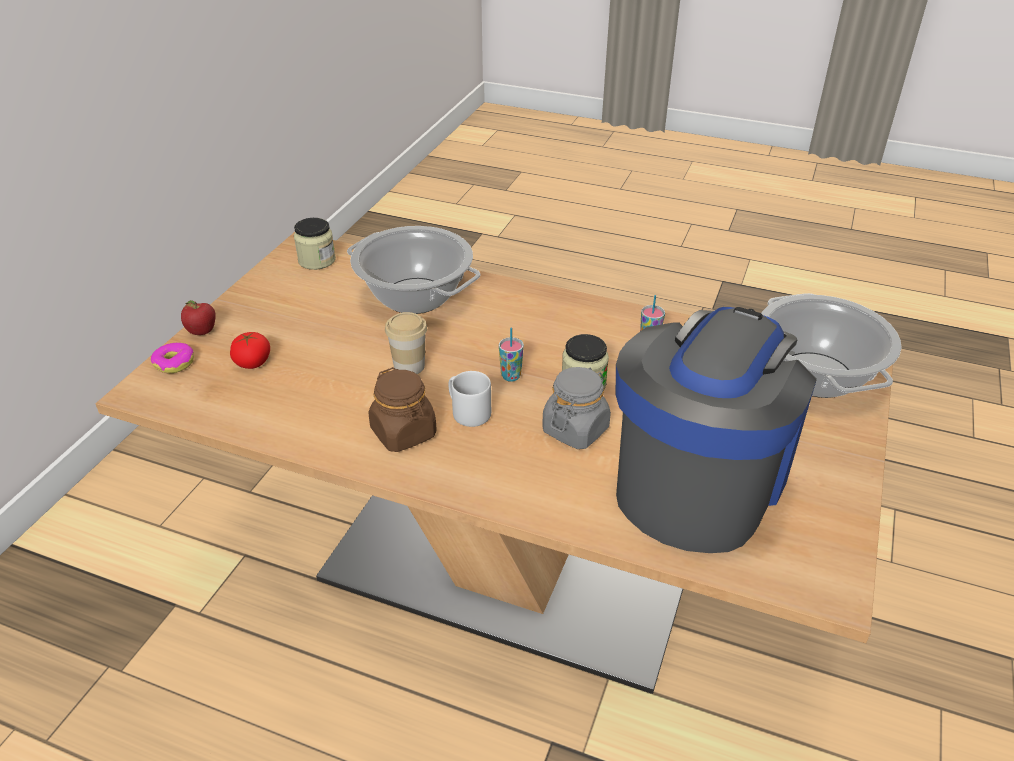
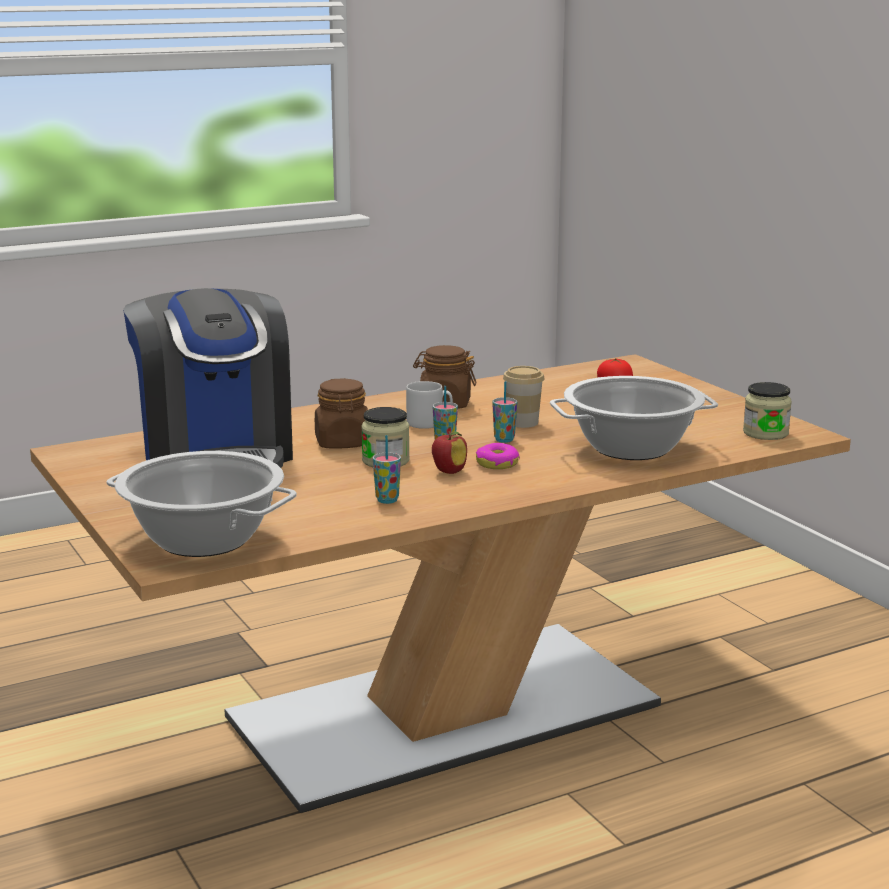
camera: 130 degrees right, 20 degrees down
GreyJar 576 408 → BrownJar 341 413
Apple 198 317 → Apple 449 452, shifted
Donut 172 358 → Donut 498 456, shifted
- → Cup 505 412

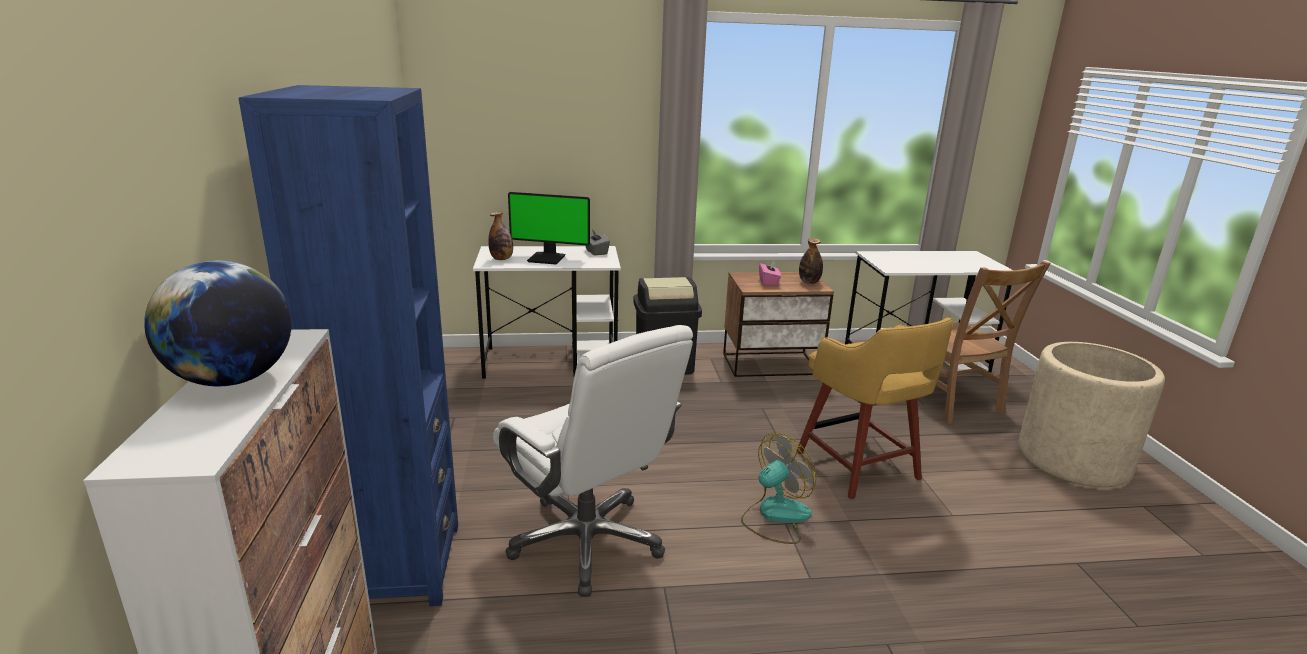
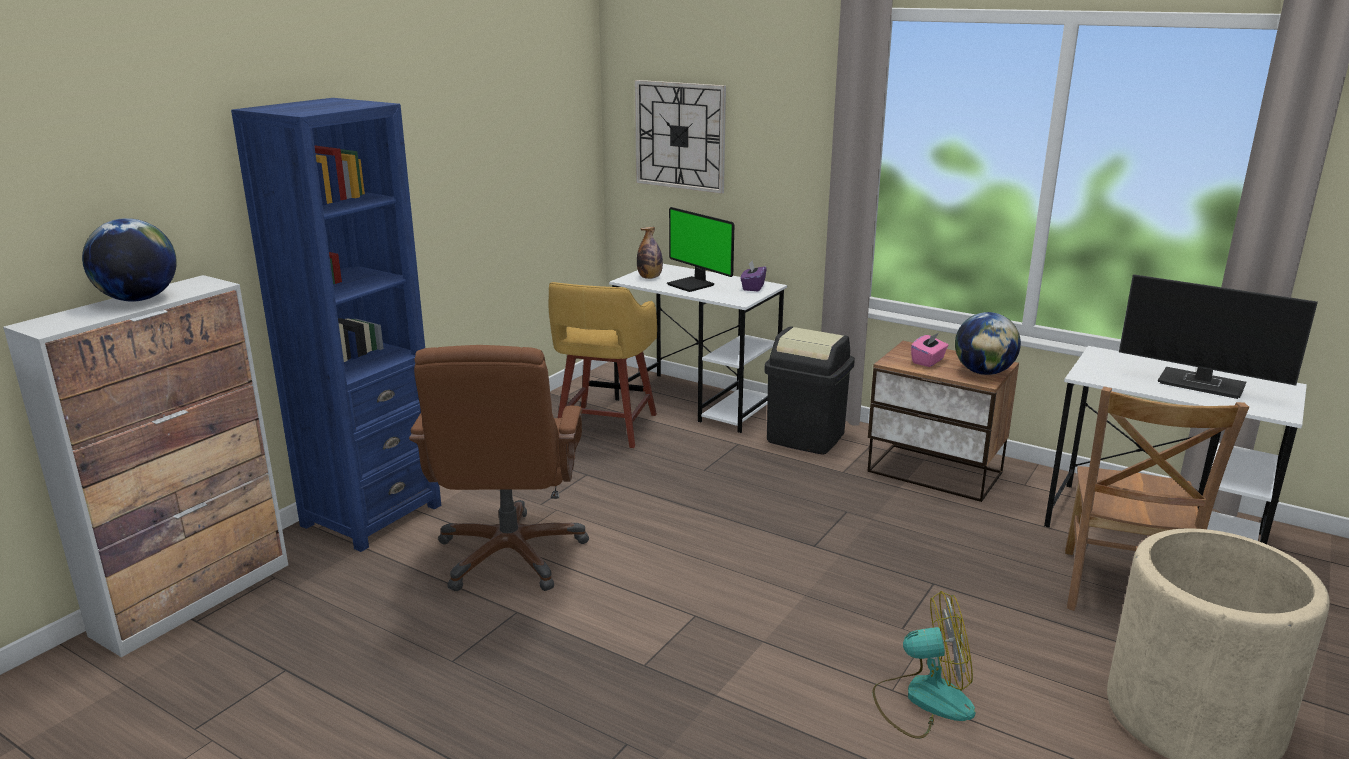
camera: 40 degrees right, 0 degrees up
WhiteOfficeChair 593 461 → BrownOfficeChair 499 468
YellowStool 874 408 → YellowStool 603 365, shifted
- → WallClock 680 137
GreyTissueBox 597 242 → PurpleTissueBox 754 276
Fan 778 488 → Fan 924 665, shifted
Bottle 811 261 → Globe 988 343
- → Monitor 1218 336

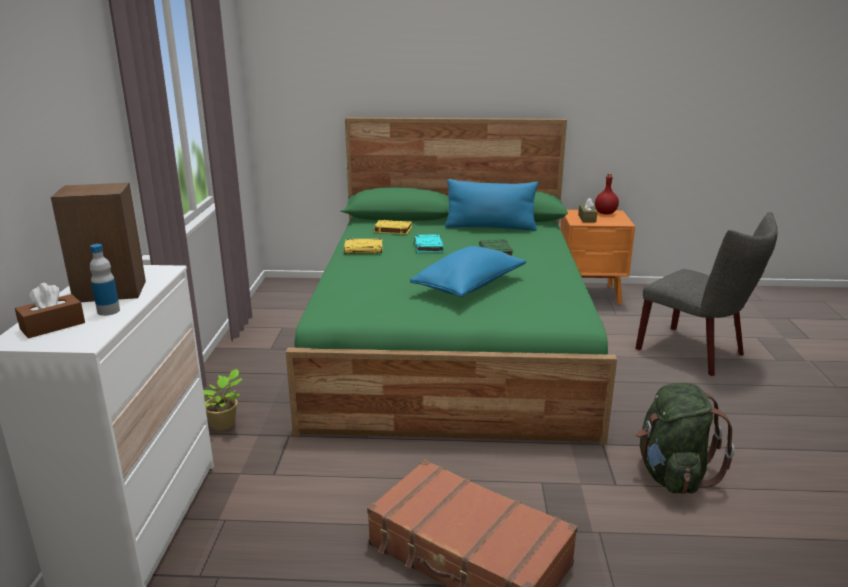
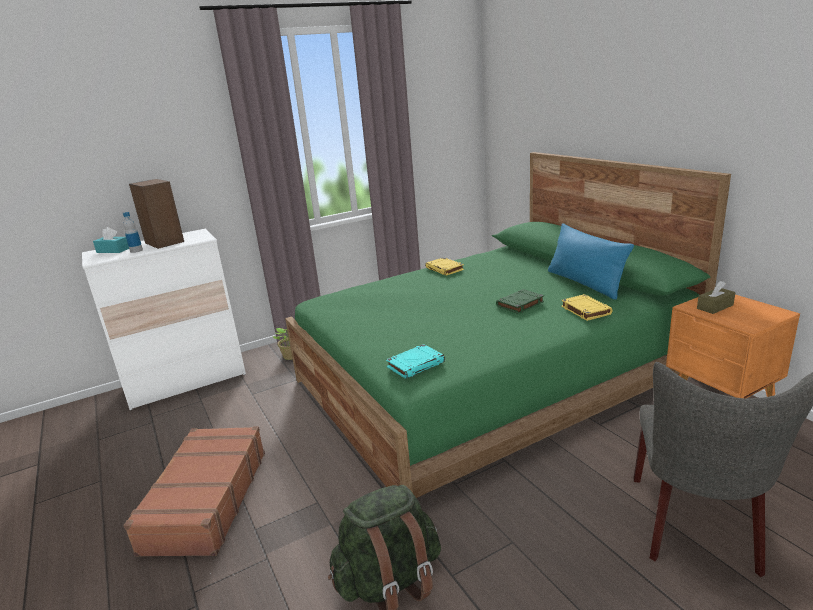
camera: 60 degrees right, 0 degrees up
BrownTissueBox 50 310 → TurquoiseTissueBox 111 240
TurquoiseBook 429 243 → TurquoiseBook 415 361, shifted
YellowBook 392 227 → YellowBook 587 307, shifted
BluePillow 468 271 → -
RedBottle 607 193 → -

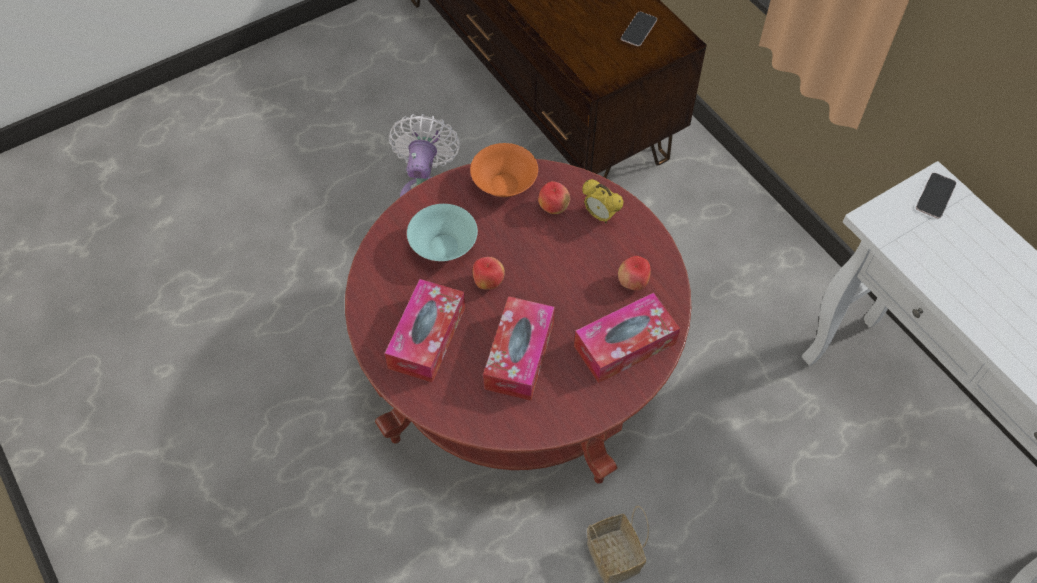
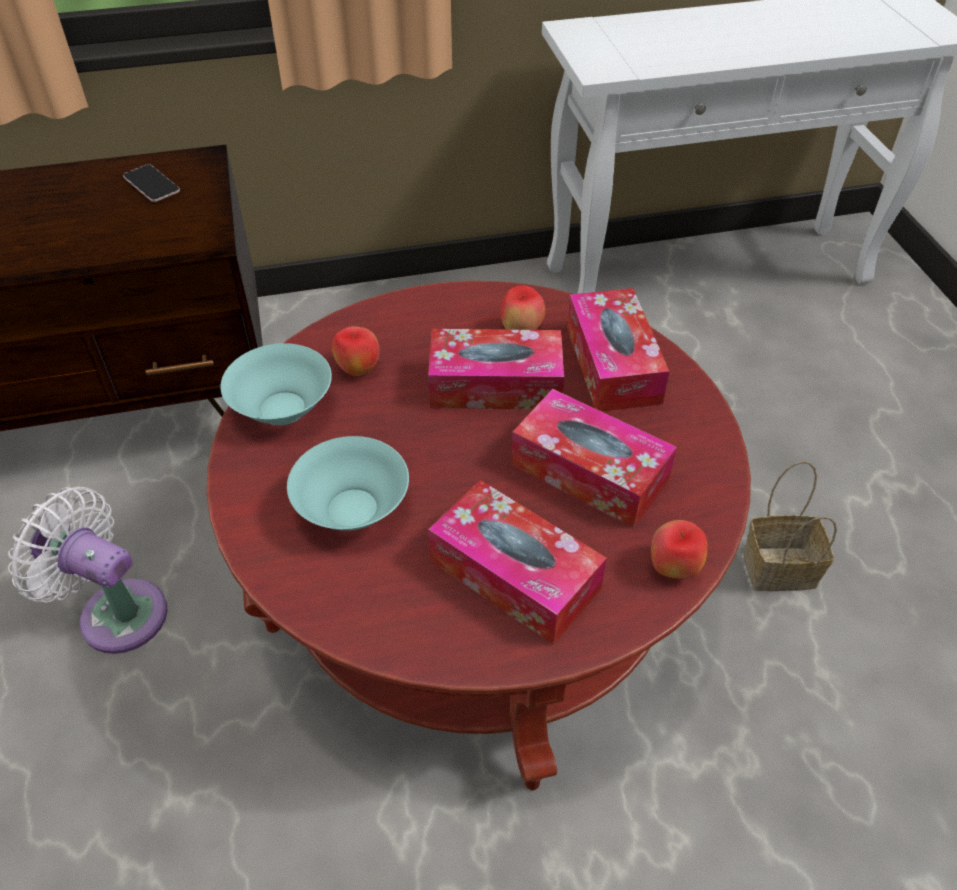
camera: 70 degrees left, 10 degrees down
OrangeBowl 504 170 → TurquoiseBowl 276 384
- → TissueBox 496 369
Apple 489 273 → Apple 679 549, shifted
AlarmClock 603 201 → -
Phone 936 196 → -

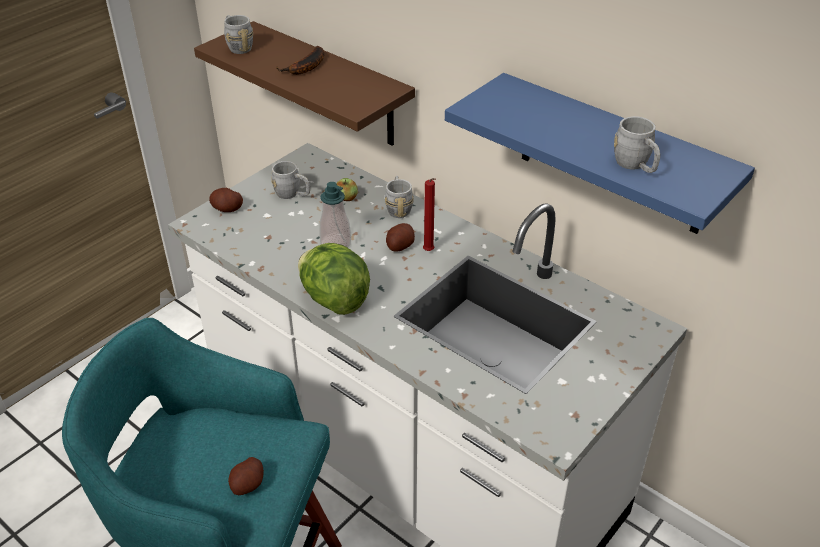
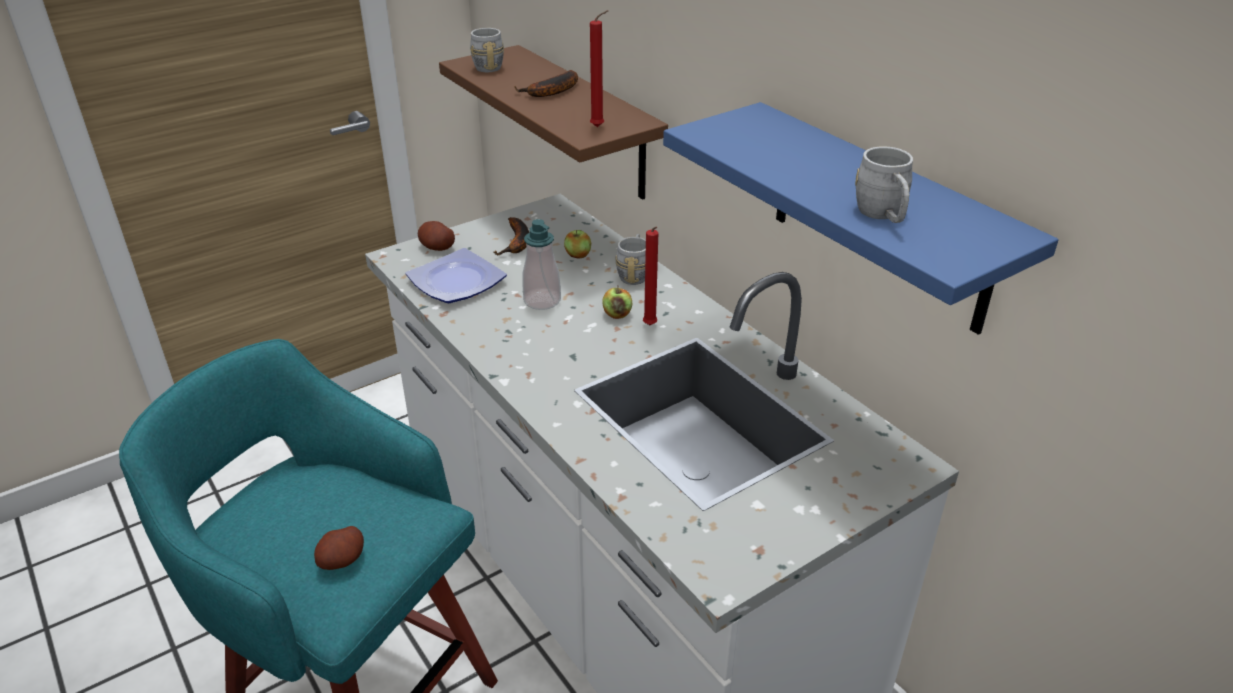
camera: 15 degrees right, 5 degrees down
- → Plate 456 275
GreyMug 290 180 → Banana 511 236
- → RedCandle 599 68
Potato 400 237 → Apple 617 302
Lettuce 334 279 → -

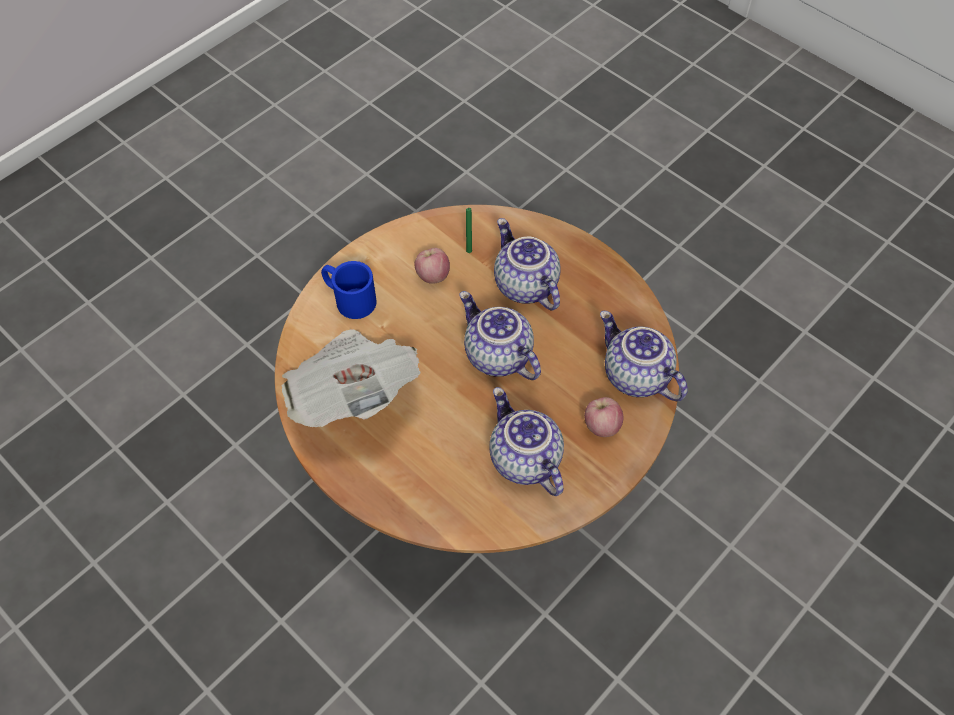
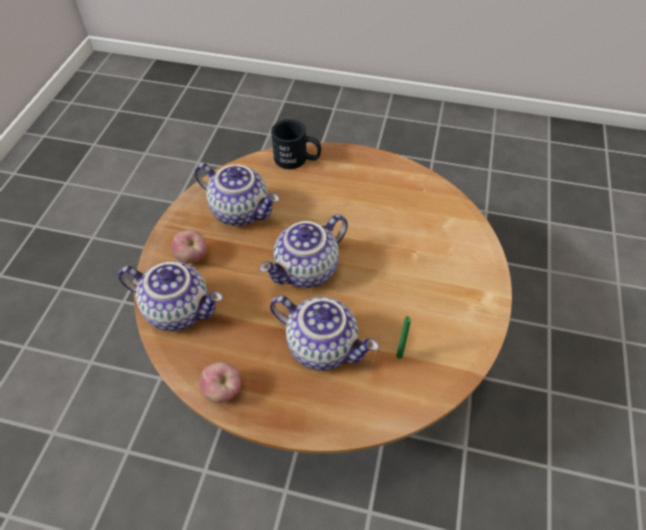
camera: 150 degrees right, 5 degrees down
Apple 432 266 → Apple 220 382, shifted
Teapot 500 335 → Teapot 303 251, 120 degrees clockwise
- → BlackMug 296 144
Newspaper 351 378 → -
BlueMug 349 290 → -

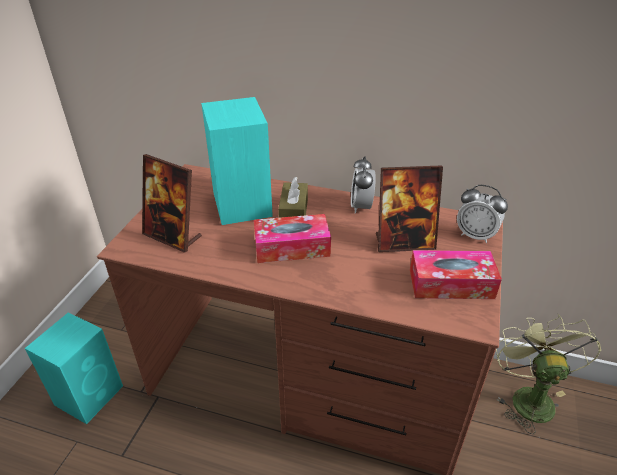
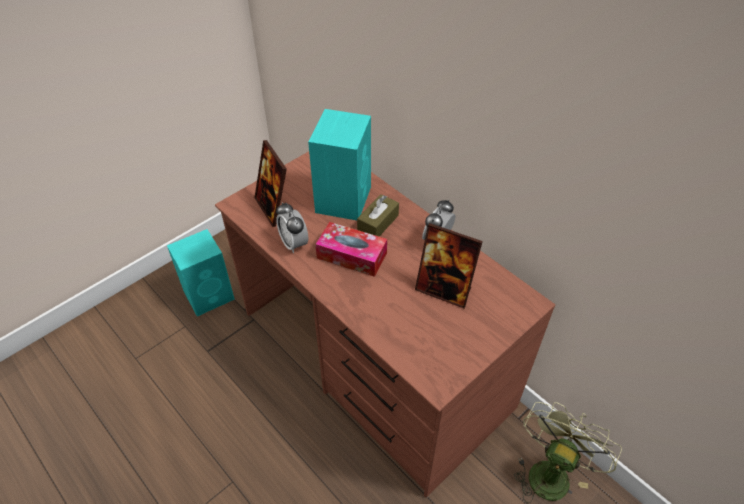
camera: 30 degrees right, 10 degrees up
AlarmClock 482 214 → AlarmClock 292 227, shifted
TissueBox 456 274 → -

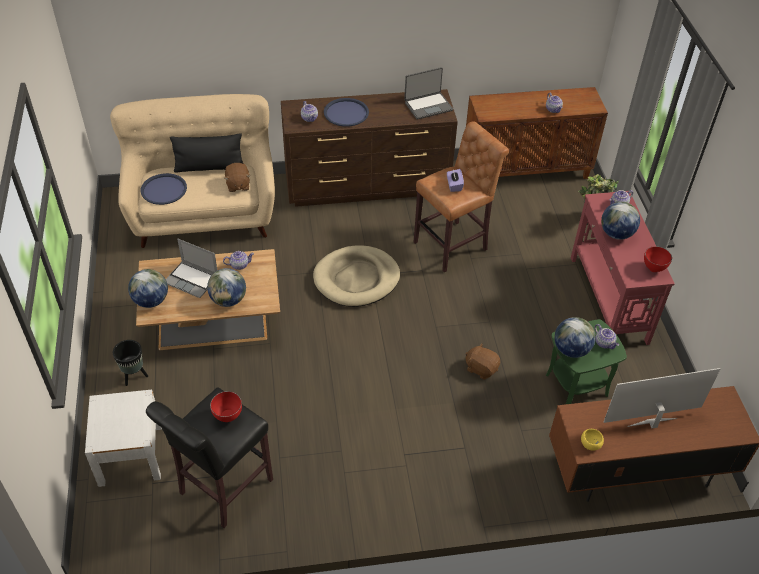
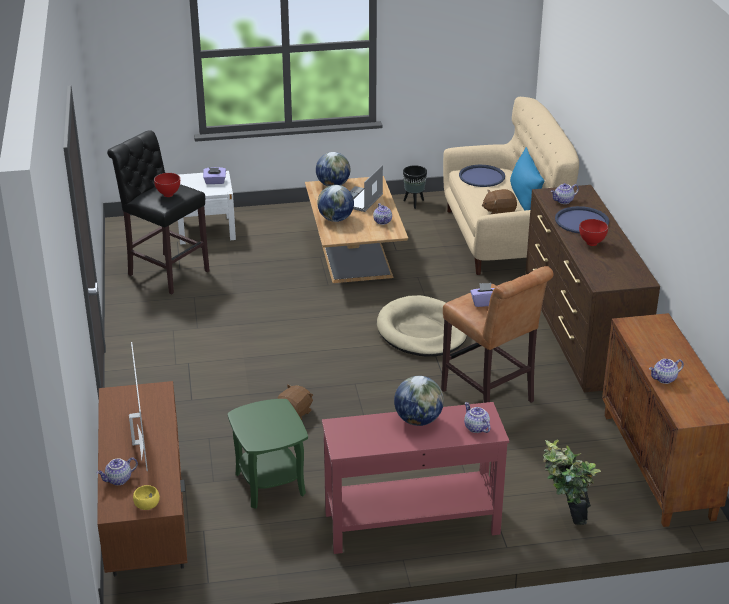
camera: 90 degrees right, 15 degrees down
Teapot 607 336 → Teapot 117 471, shifted
YellowBowl 592 440 → YellowBowl 146 497, shifted
- → PurpleTissueBox 214 175
BlackPlanter 130 363 → BlackPlanter 415 187, shifted
BlackPillow 206 152 → BluePillow 527 179
RedBowl 658 259 → RedBowl 593 232, shifted
Laptop 428 93 → -
Globe 575 337 → -

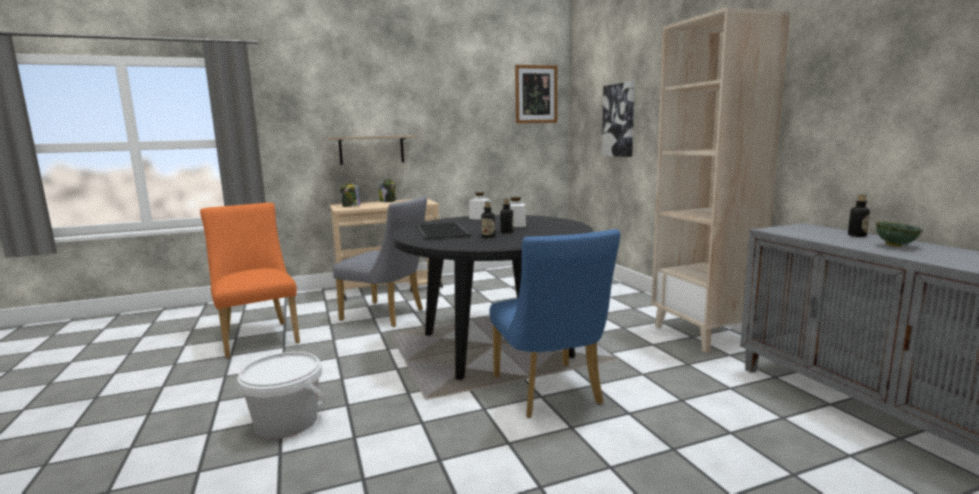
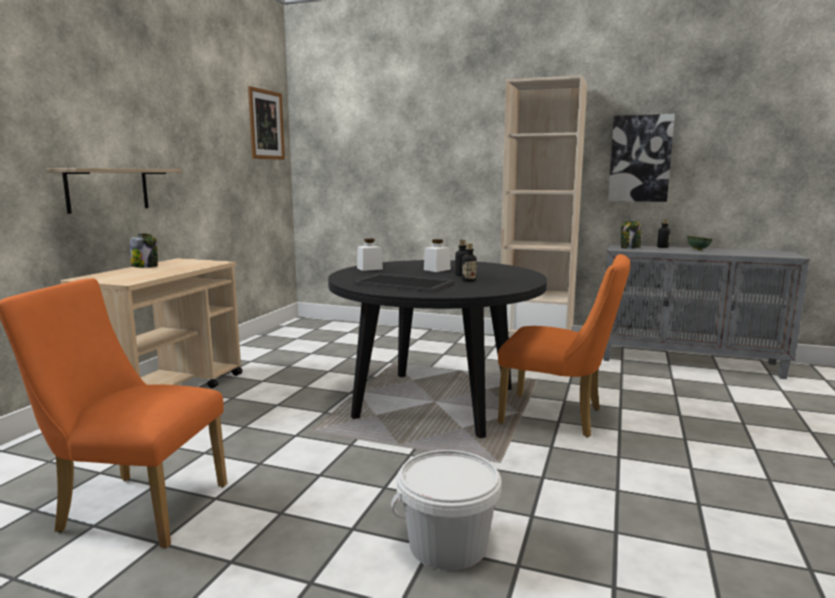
camera: 50 degrees left, 0 degrees up
BlueChair 555 323 → OrangeChair 564 345
Picture 618 119 → Picture 641 158, shifted
Jar 350 195 → Jar 631 234, shifted
GreyChair 380 261 → -

